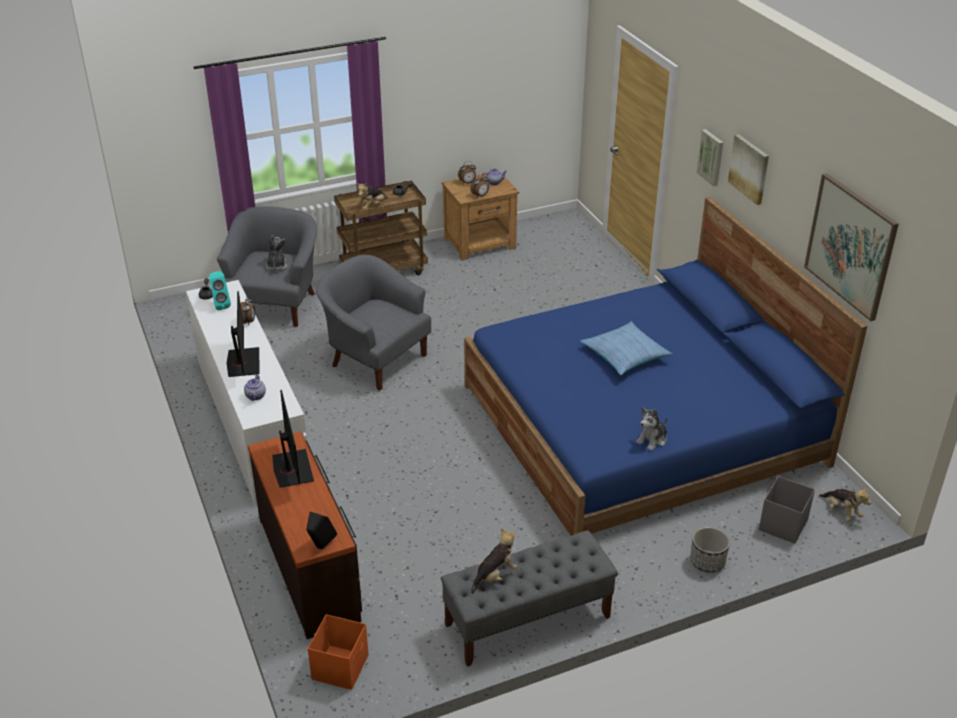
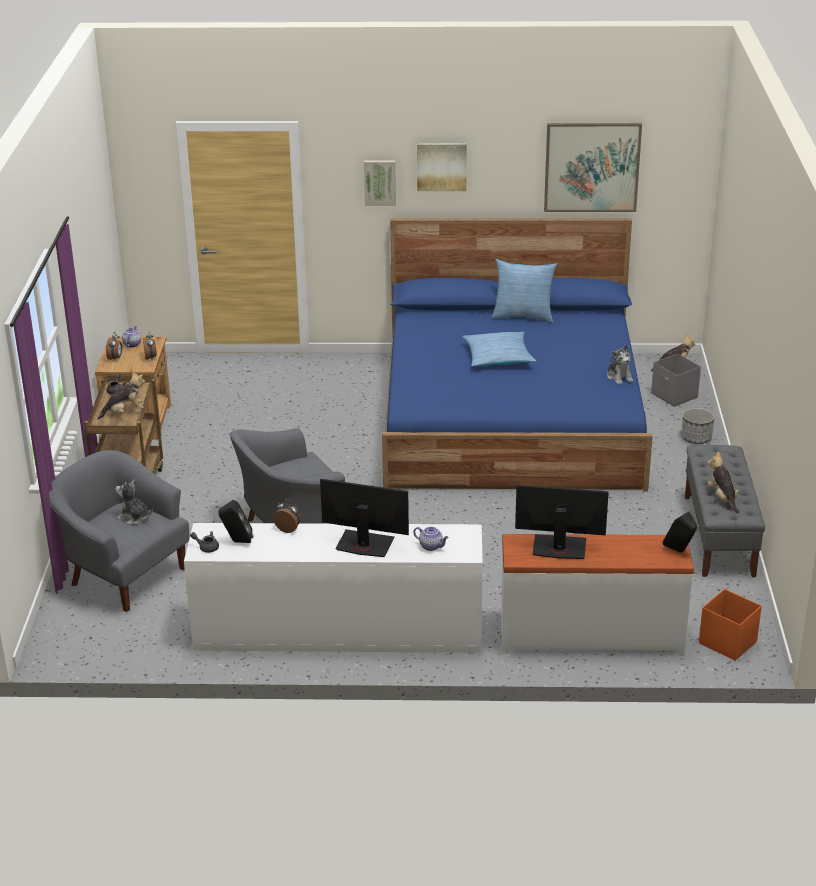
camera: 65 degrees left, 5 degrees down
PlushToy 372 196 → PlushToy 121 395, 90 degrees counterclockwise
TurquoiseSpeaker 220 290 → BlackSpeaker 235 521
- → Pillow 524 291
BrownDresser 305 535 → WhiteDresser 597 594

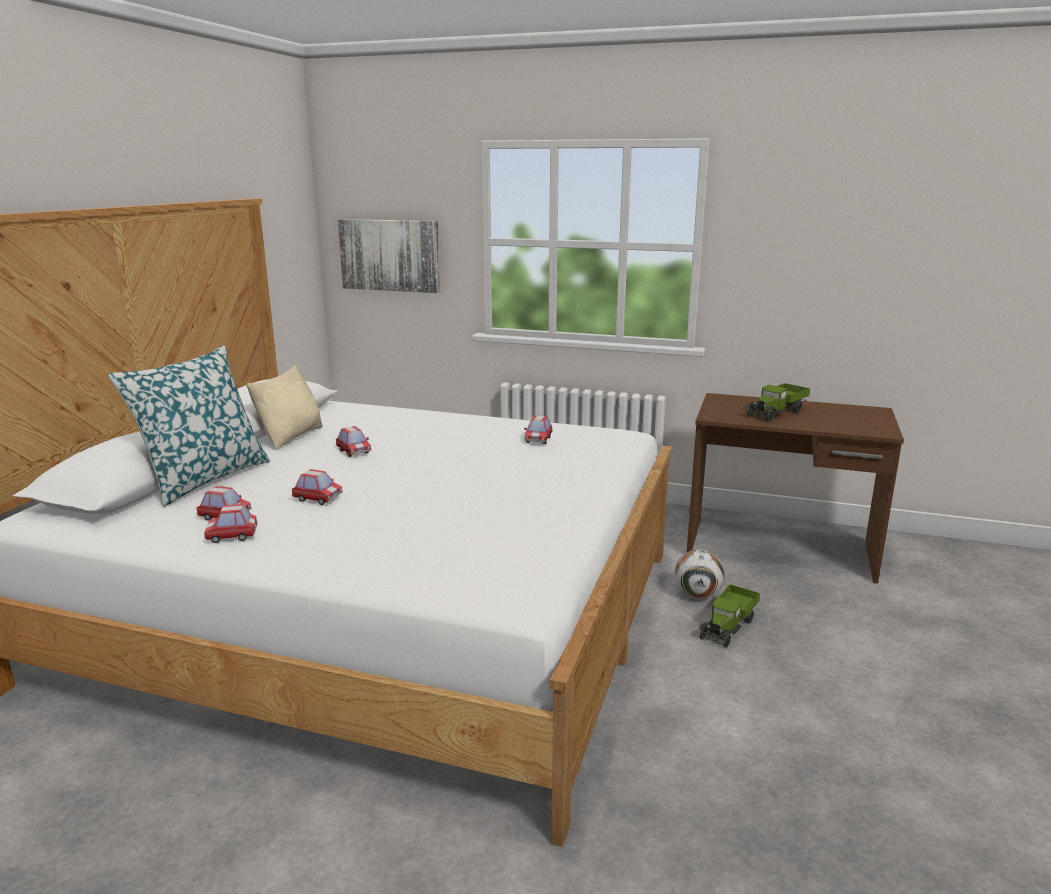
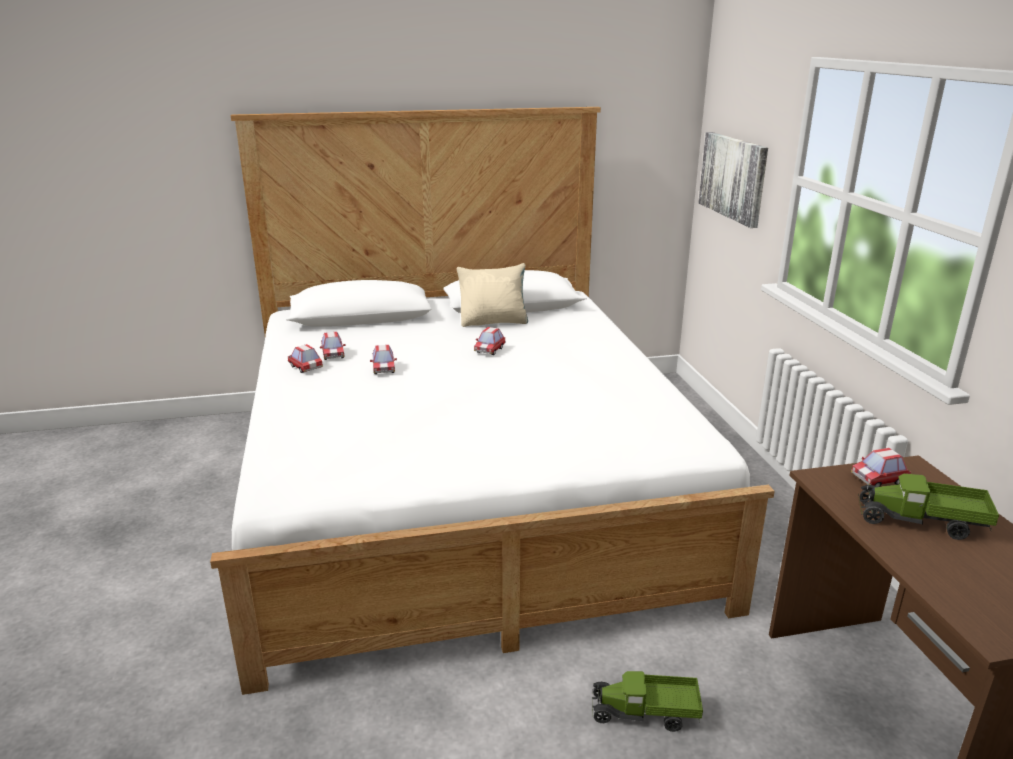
camera: 60 degrees right, 5 degrees up
ToyCar 538 429 → ToyCar 881 467, shifted
Pillow 189 425 → -
Football 700 574 → -

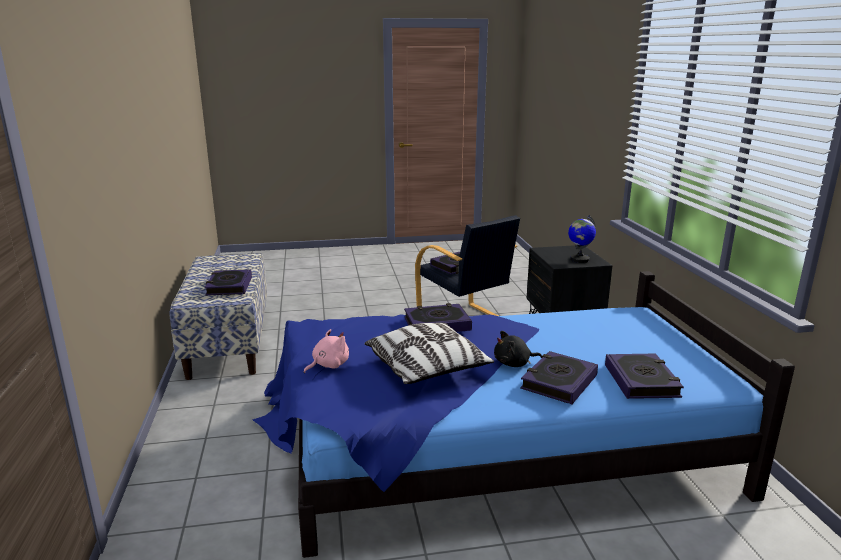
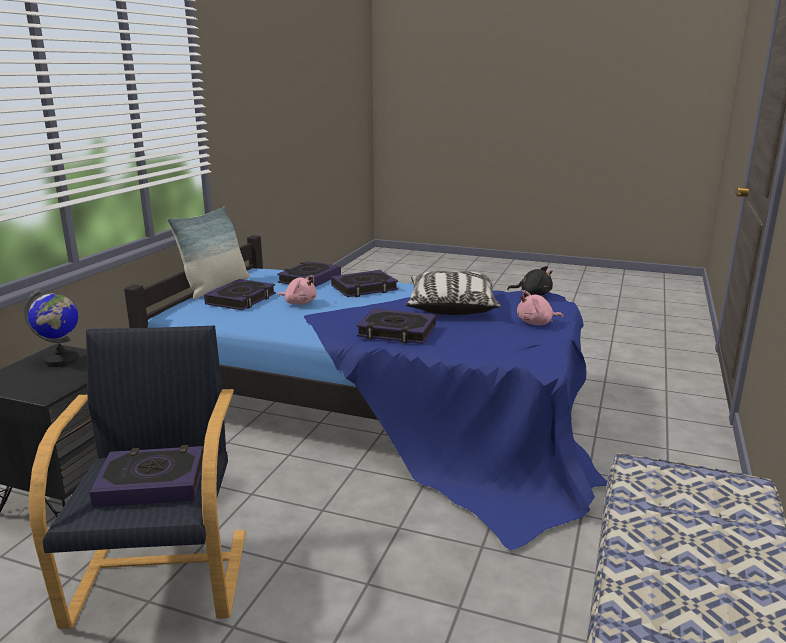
camera: 150 degrees left, 0 degrees up
- → Pillow 208 253
Book 228 282 → Book 240 294, shifted
- → PinkPlushToy 297 290
BlackPlushToy 518 349 → BlackPlushToy 530 281, shifted

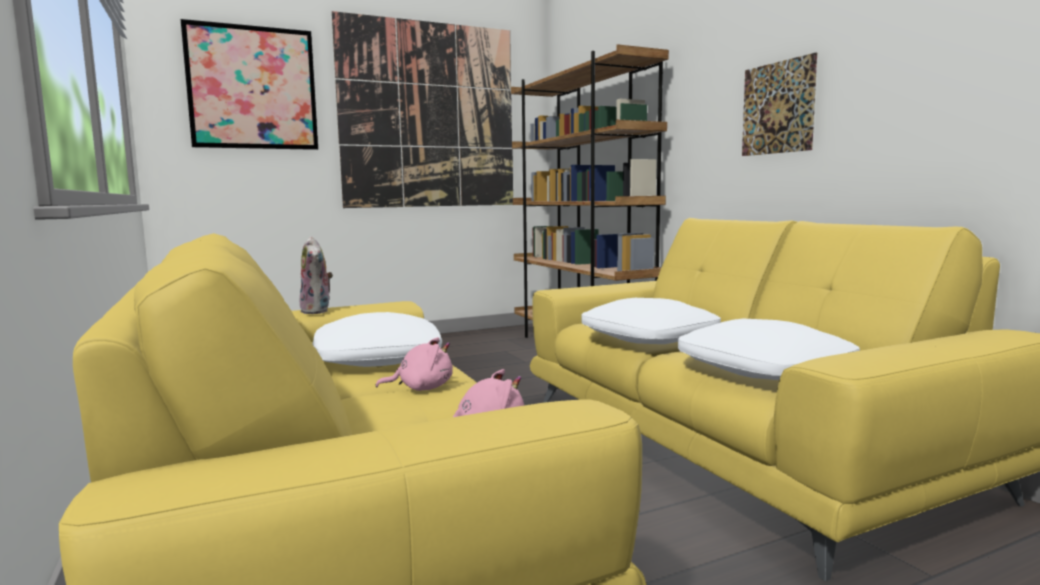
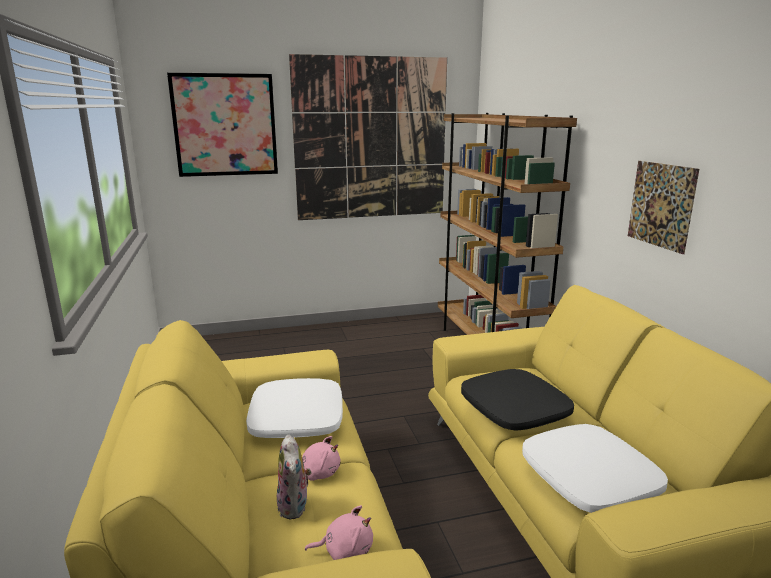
camera: 10 degrees right, 10 degrees up
PlushToy 316 275 → PlushToy 294 476, shifted
WhitePillow 651 321 → BlackPillow 517 400

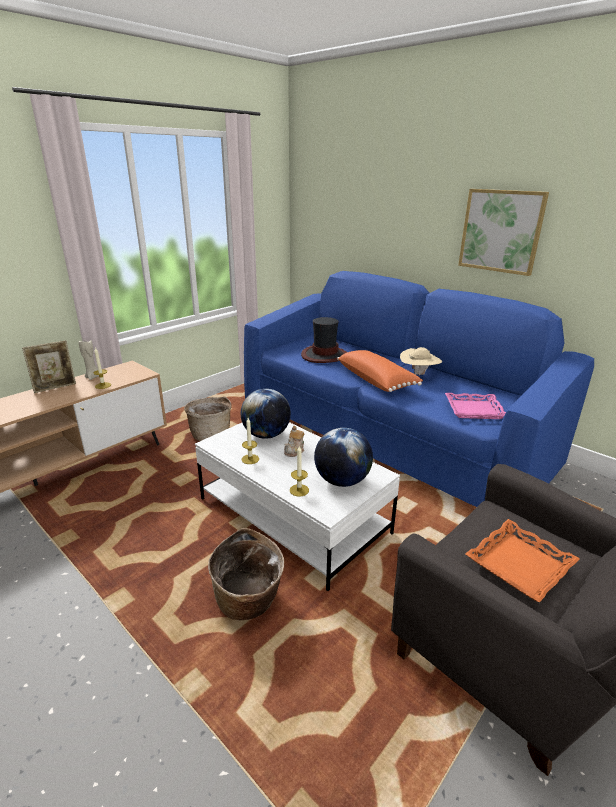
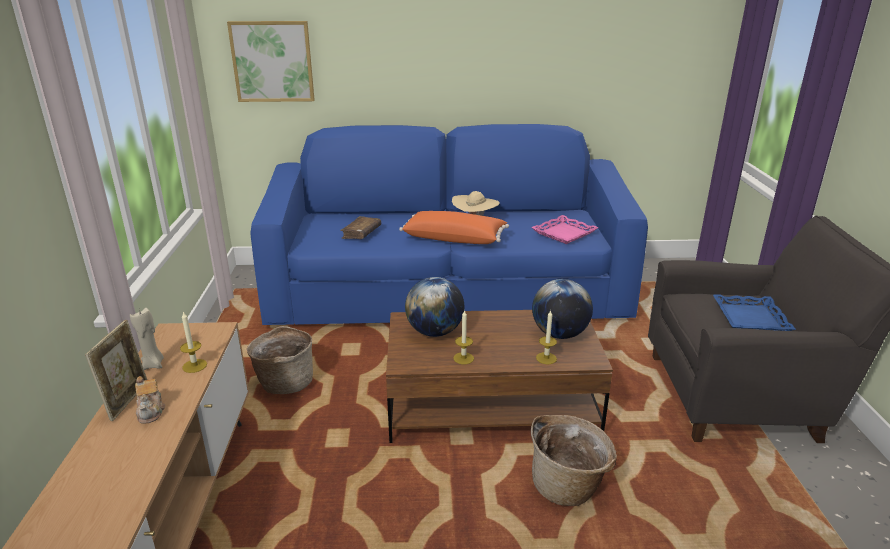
camera: 45 degrees left, 0 degrees up
Teapot 294 441 → Teapot 150 400, shifted
Picture 503 232 → Picture 271 61, shifted
Hat 324 340 → BrownBook 360 227
WhiteCoffeeTable 297 506 → BrownCoffeeTable 499 376
OrangeTray 522 560 → BlueTray 754 312

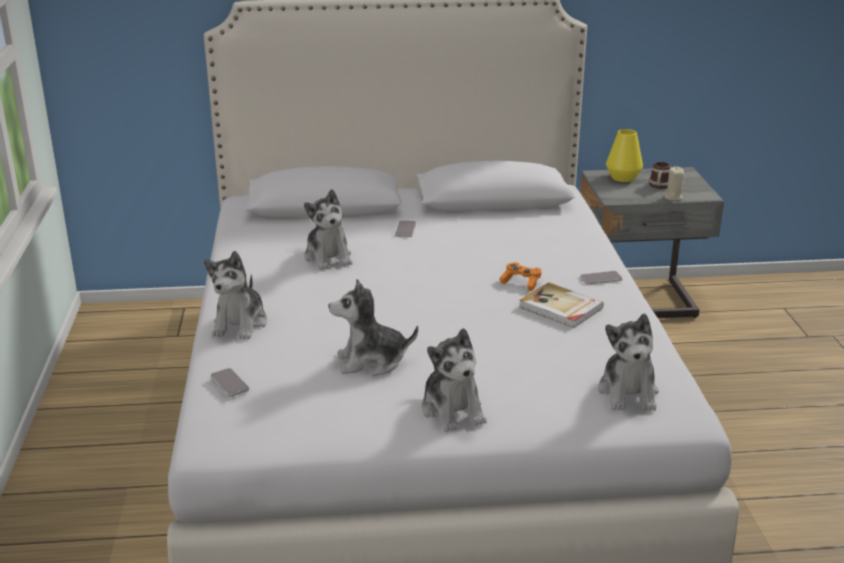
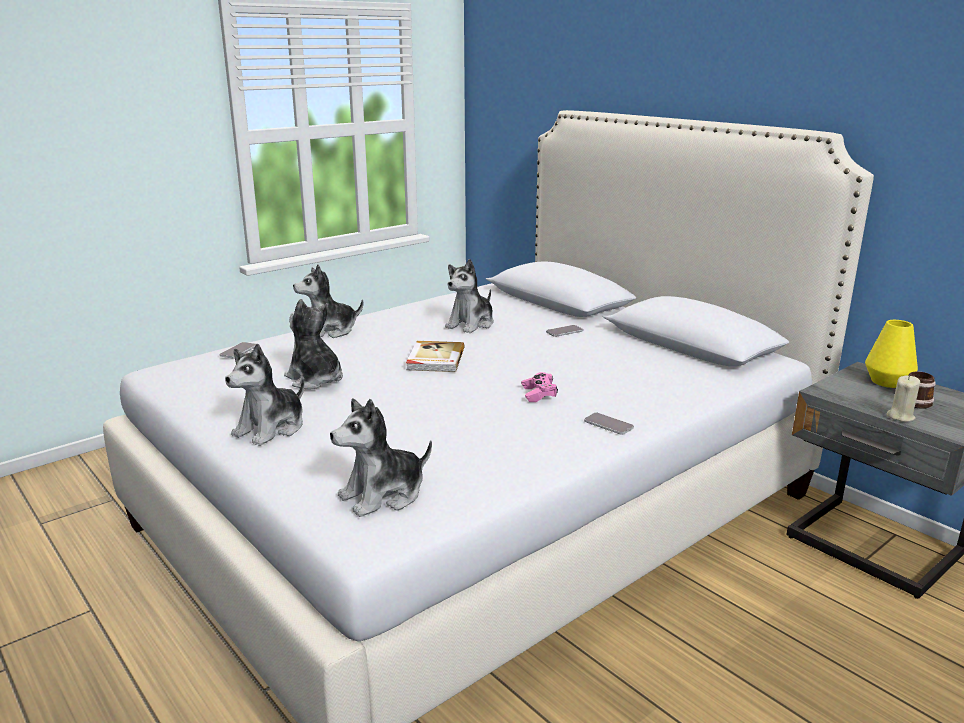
camera: 55 degrees right, 5 degrees down
Book 561 305 → Book 435 356, shifted
OrangeGameController 520 276 → PinkGameController 539 387

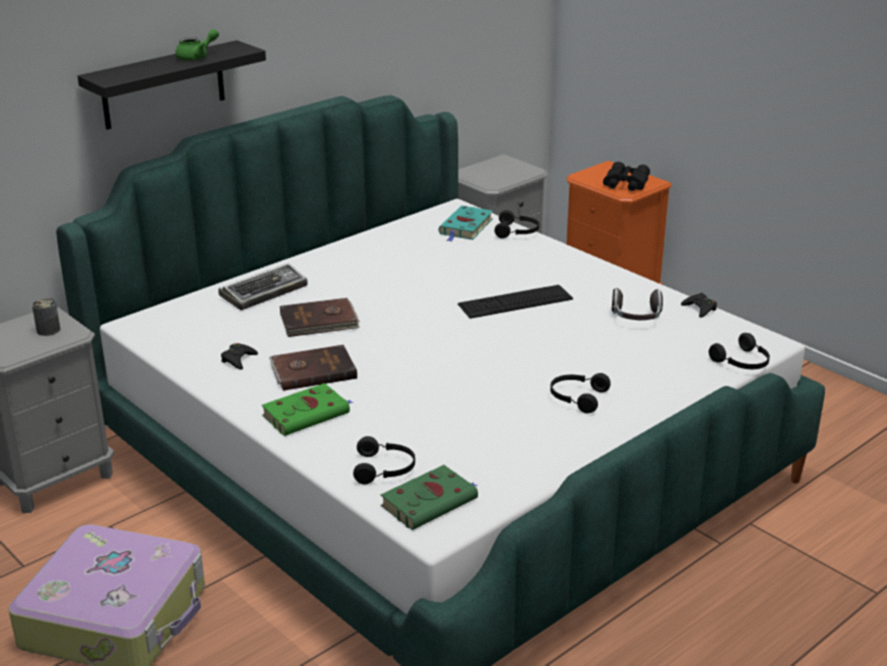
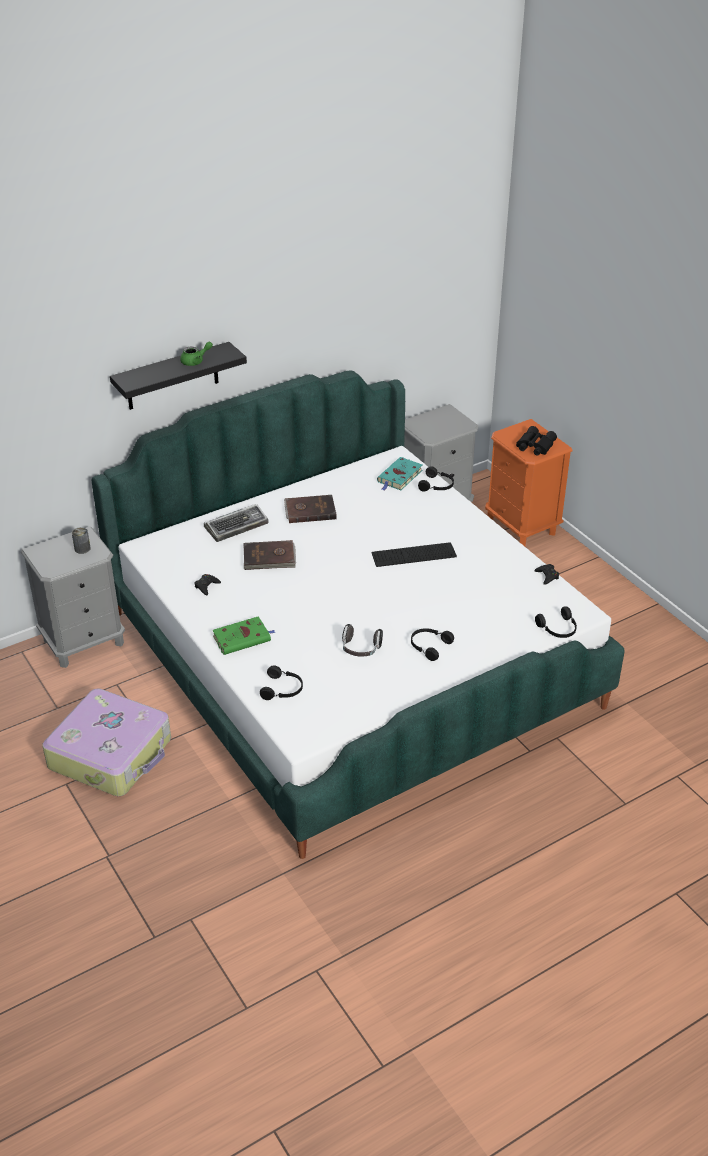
camera: 10 degrees right, 10 degrees up
BrownBook 313 368 → BrownBook 310 509, shifted
Headphones 637 304 → Headphones 362 640, shifted
GreenBook 429 497 → -

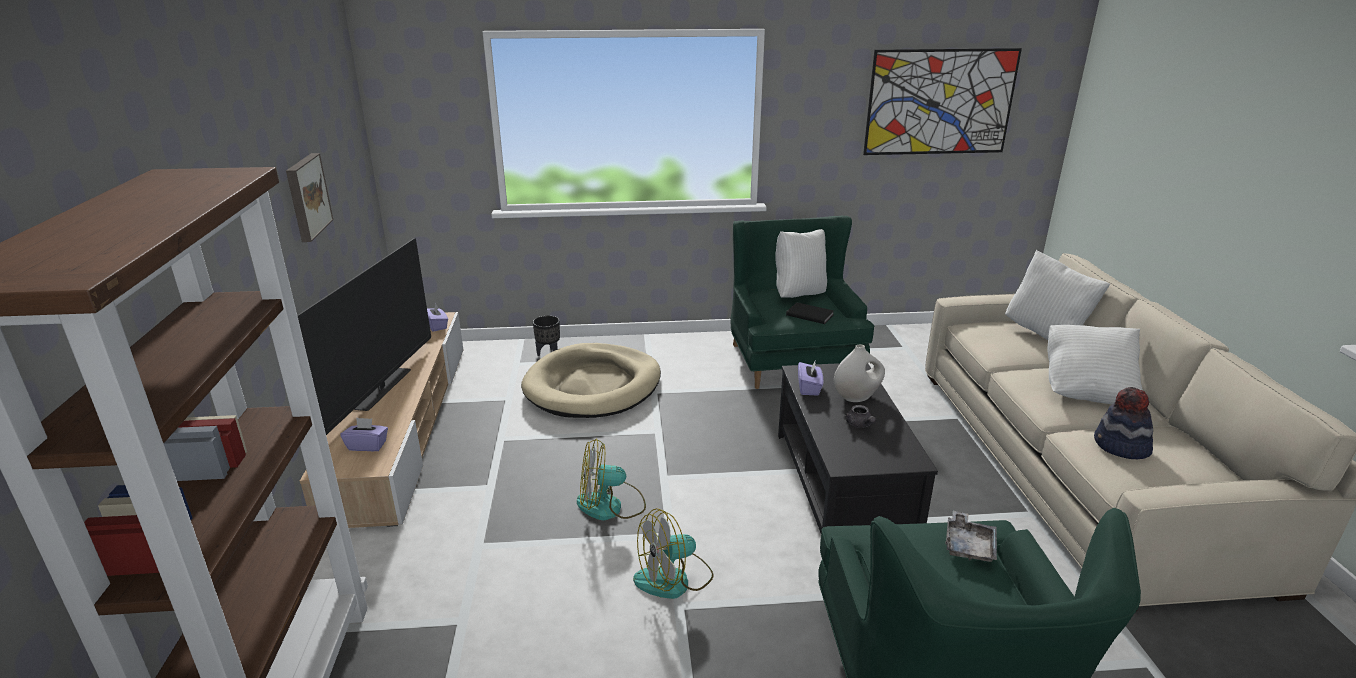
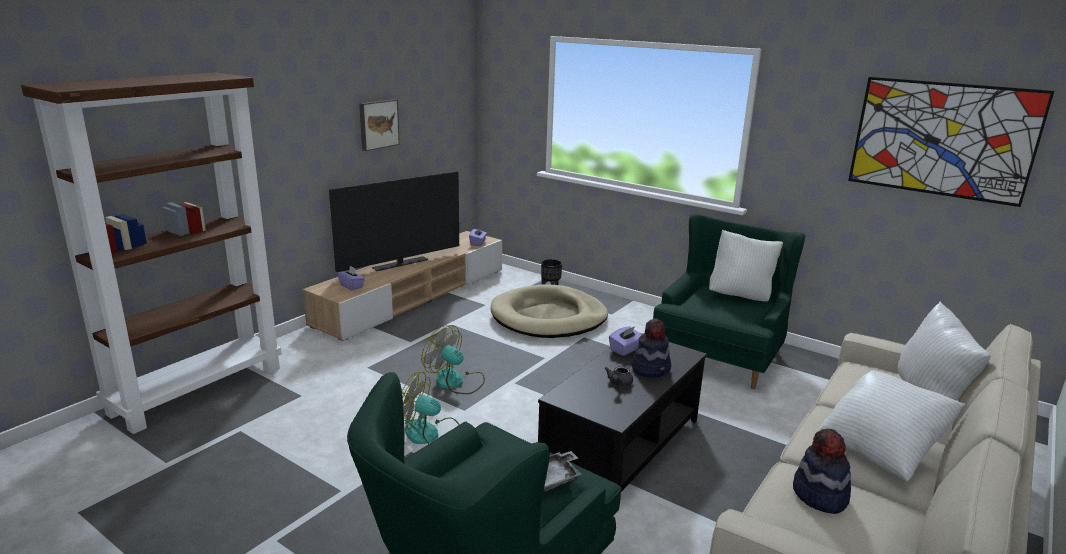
camera: 40 degrees right, 5 degrees down
WhiteVase 859 373 → Hat 651 348
BlackBook 810 313 → -

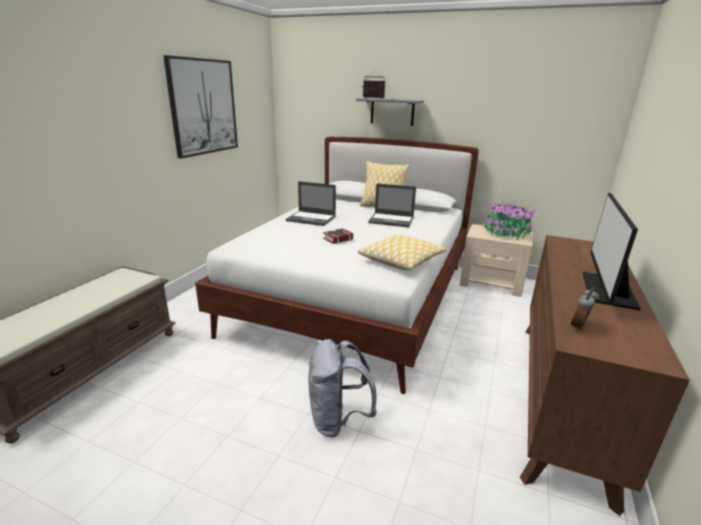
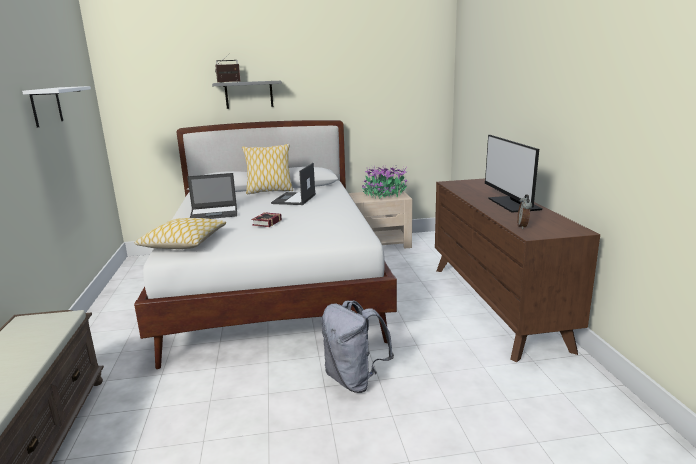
camera: 30 degrees left, 5 degrees down
Picture 200 107 → WhiteShelf 56 107
Pillow 402 252 → Pillow 180 233, shifted
Laptop 392 205 → Laptop 293 184, 120 degrees clockwise

